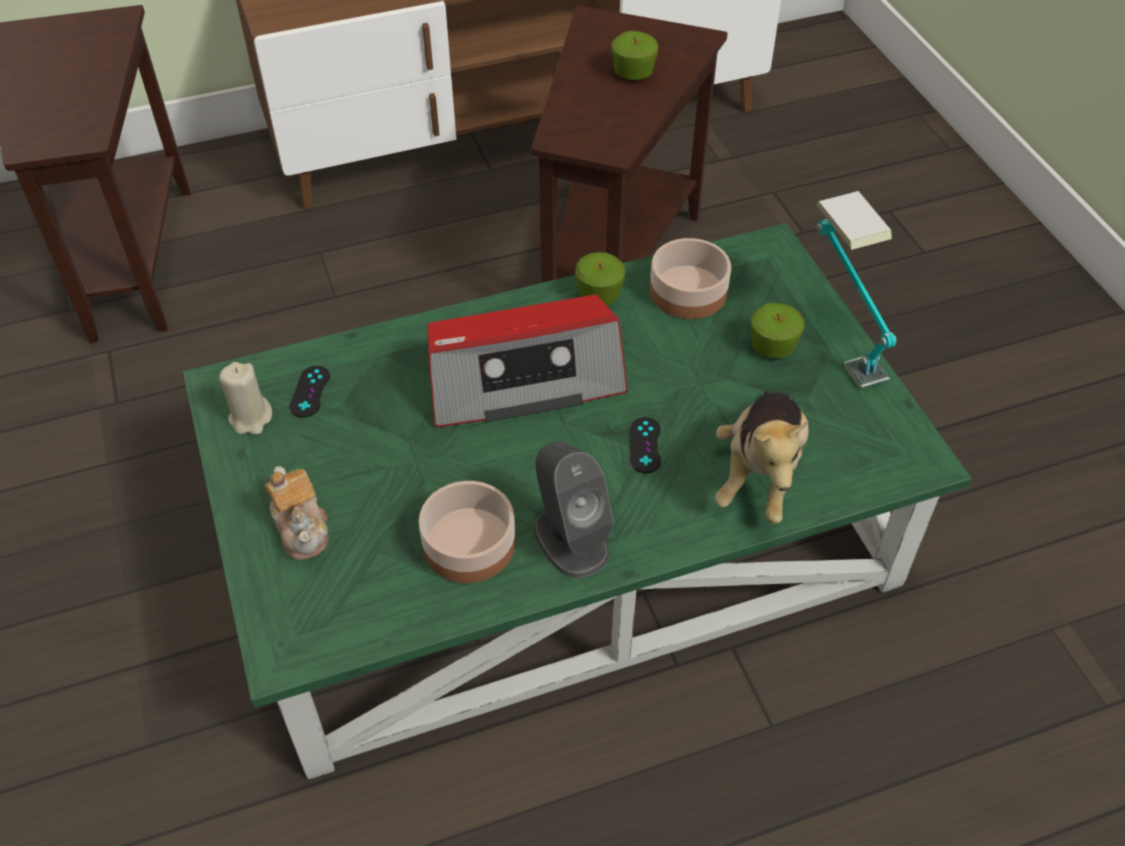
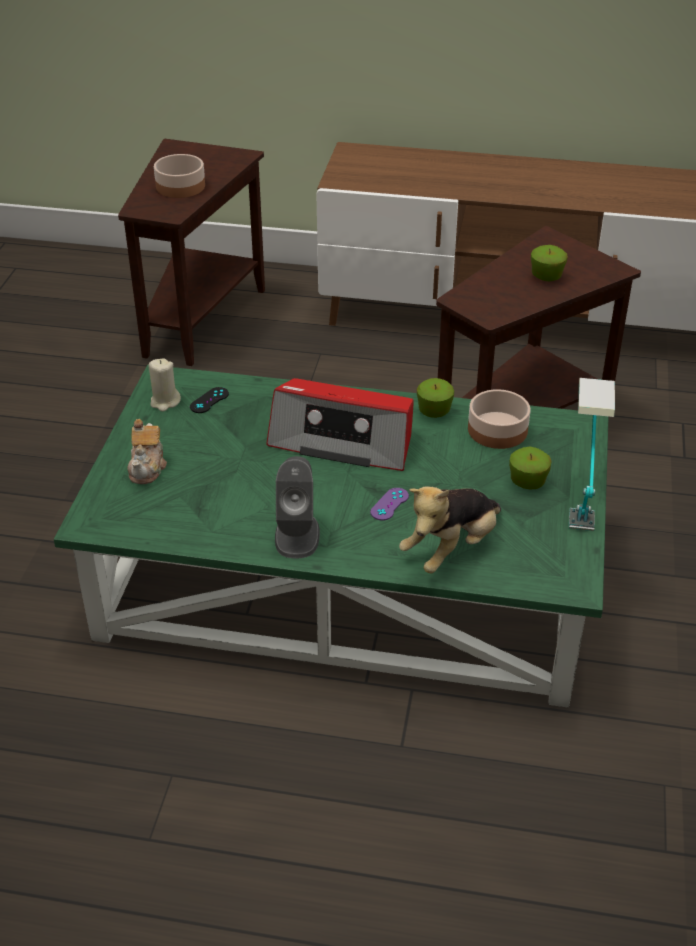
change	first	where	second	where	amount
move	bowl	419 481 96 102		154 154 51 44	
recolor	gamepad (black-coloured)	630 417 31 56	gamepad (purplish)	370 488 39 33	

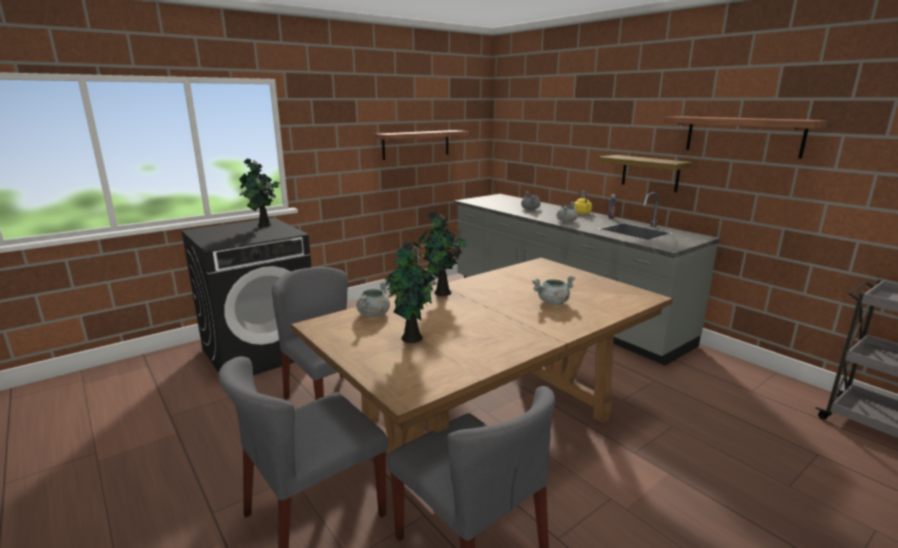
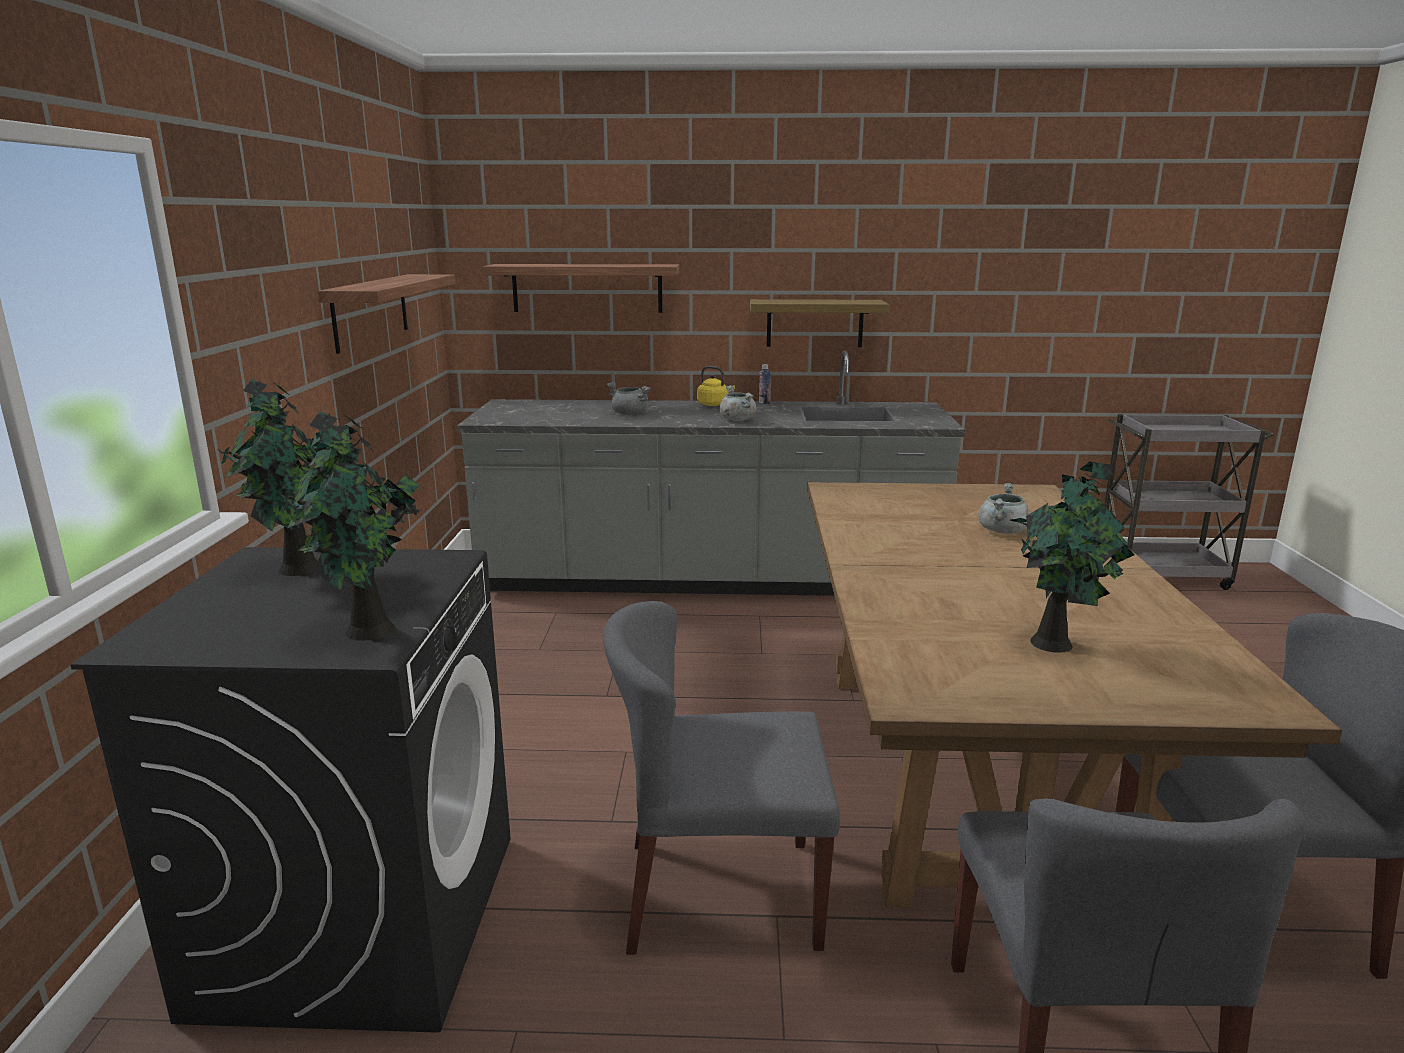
change	first	where	second	where	amount
delete	stockpot (greyish)	356 282 34 35			
move	plant in a pot	418 211 50 85		280 411 140 230	
move	shelf	663 116 164 43		483 264 197 49	

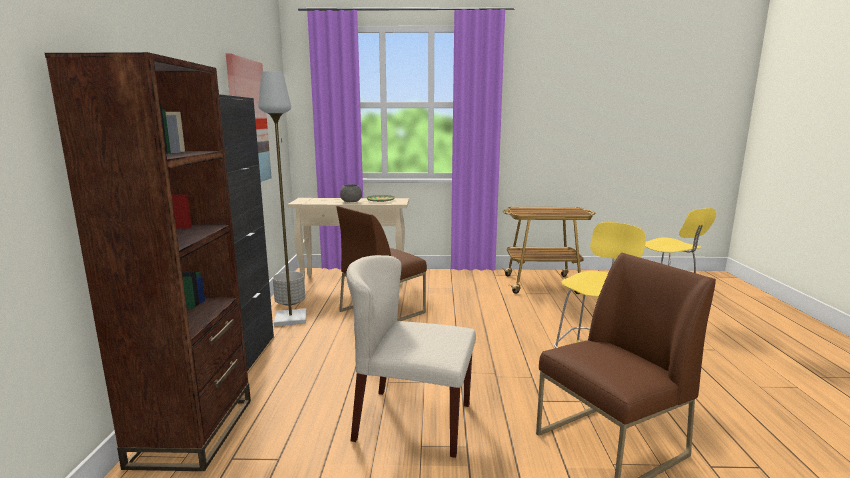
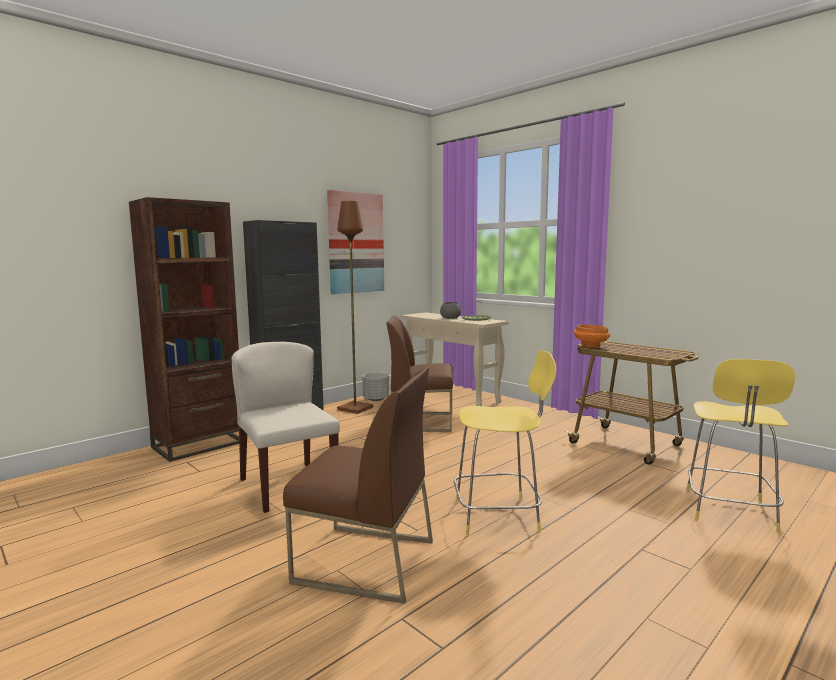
change	first	where	second	where	amount
insert			bowl (orangey)	573 324 37 24	
recolor	standard lamp (greyish)	258 71 49 255	standard lamp (brown-coloured)	337 201 36 213	

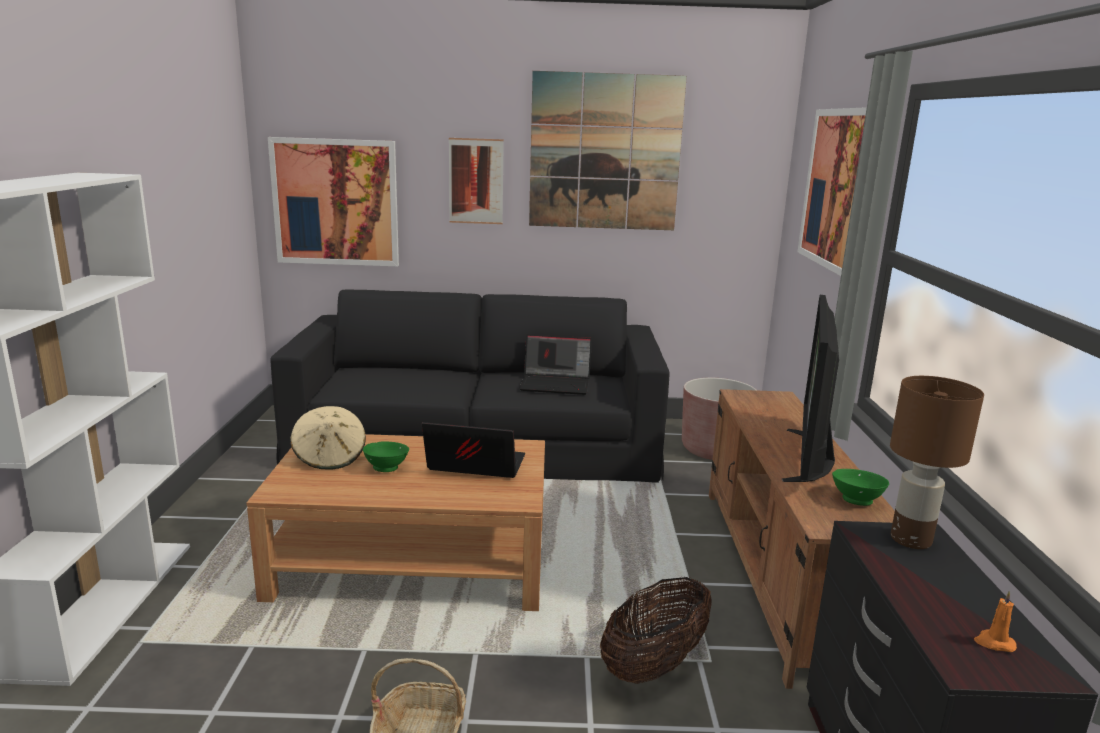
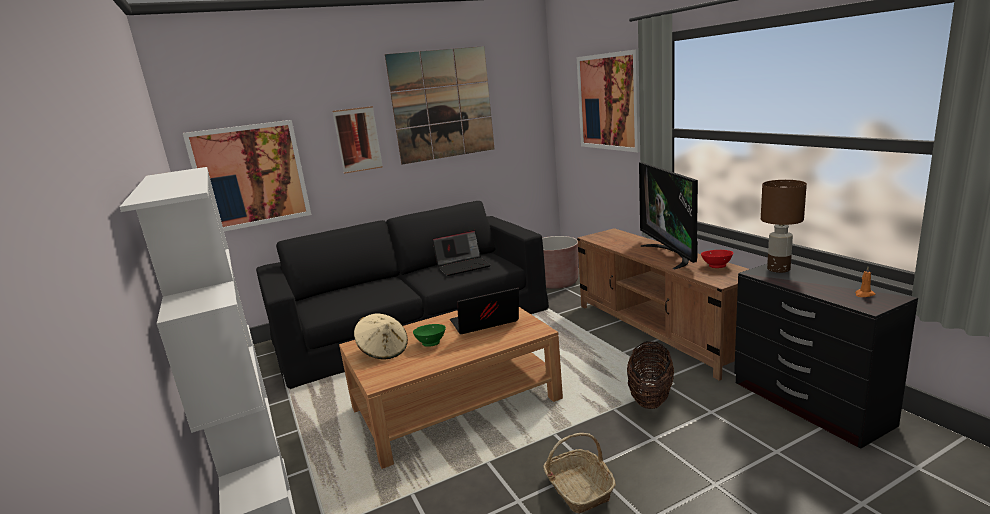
change	first	where	second	where	amount
recolor	bowl (green-coloured)	832 469 57 37	bowl (red-coloured)	701 250 32 18	

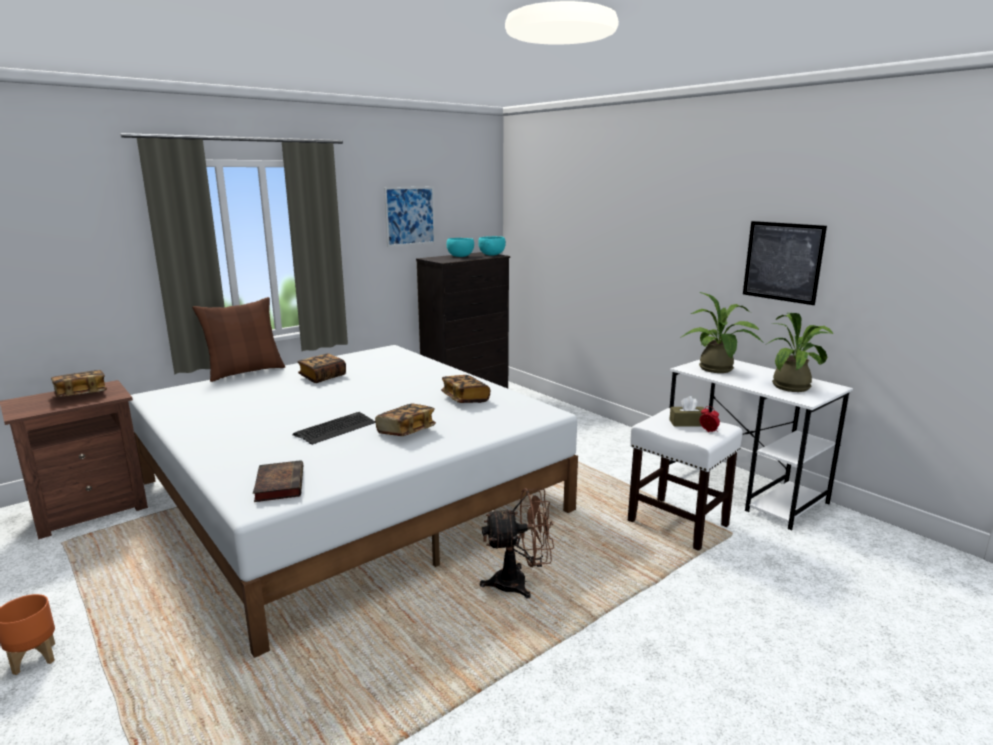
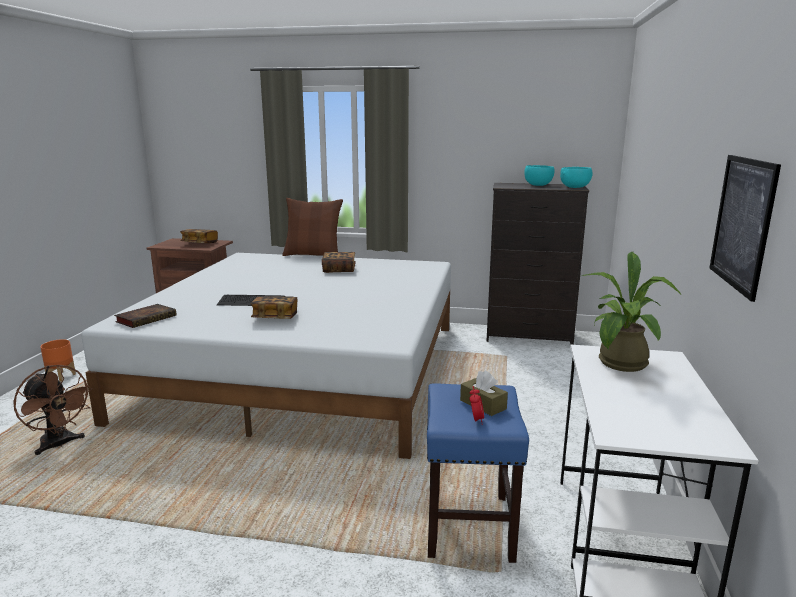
change	first	where	second	where	amount
delete	wall art	384 186 51 61			
delete	book	441 375 49 28			
delete	plant in a pot	765 313 68 79			
move	cooling fan (brown-coloured)	480 488 74 110		13 365 79 90	
recolor	sitting stool (white-coloured)	628 408 115 143	sitting stool (blue-coloured)	427 383 102 180	

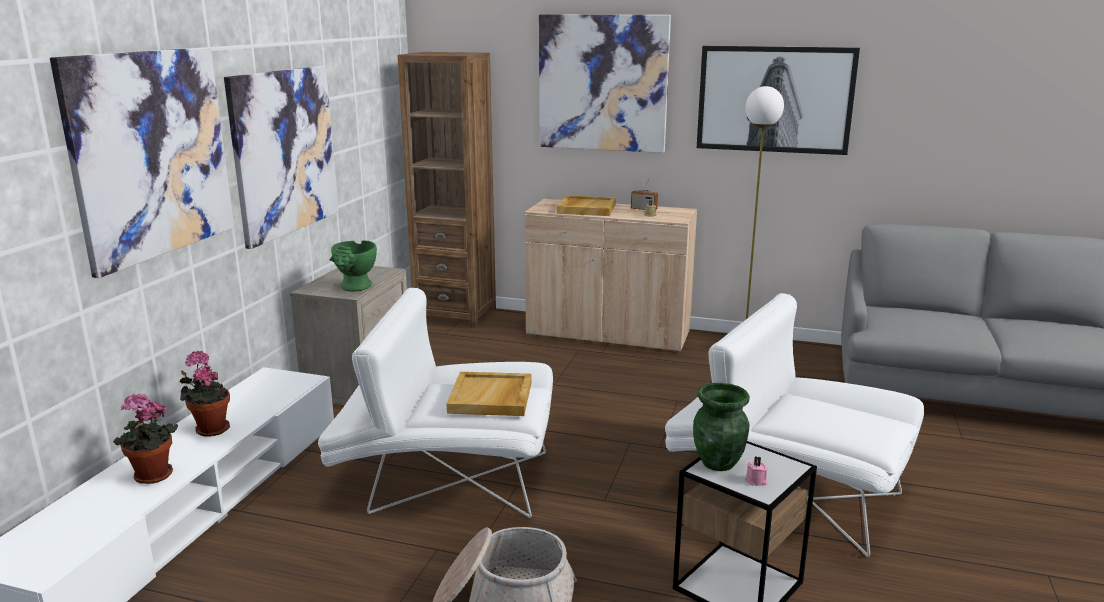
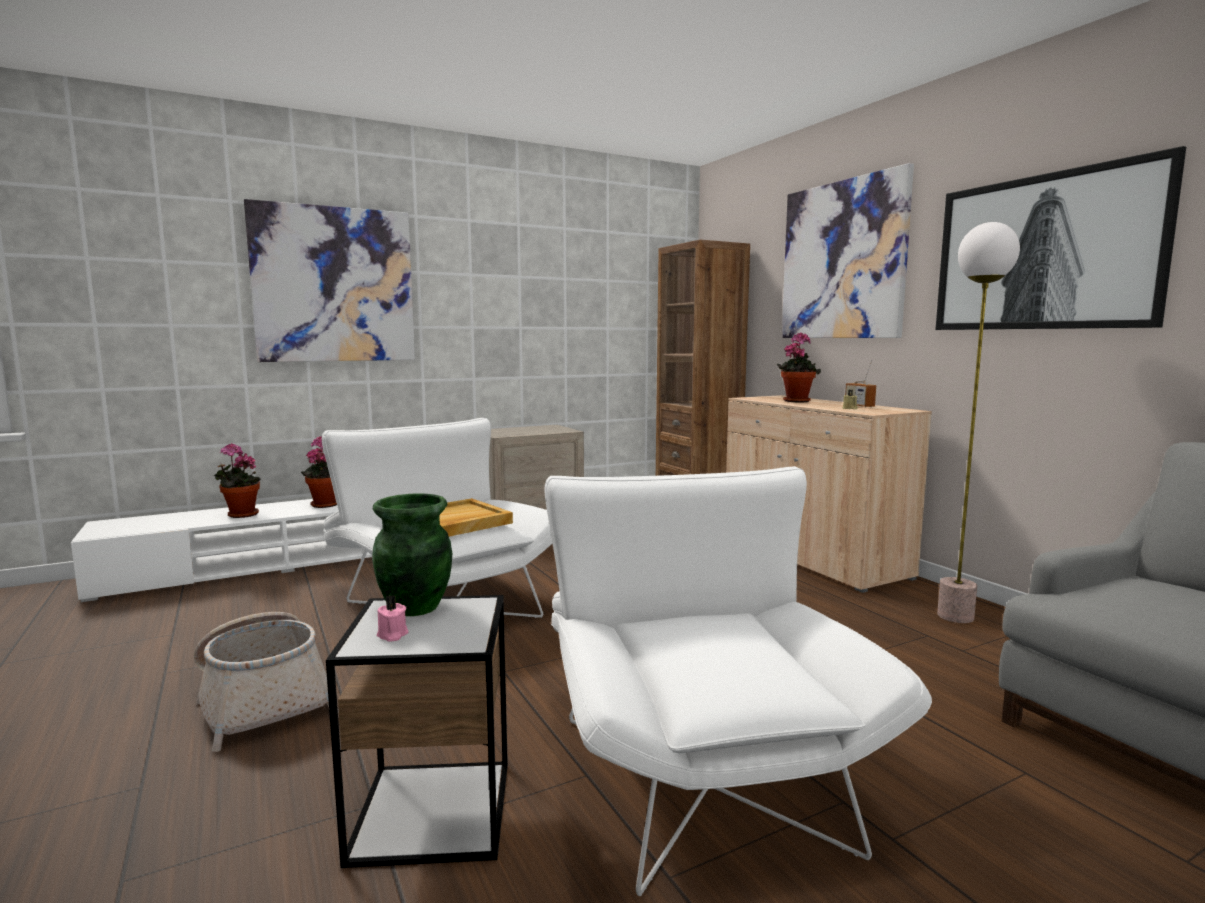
change	first	where	second	where	amount
delete	wall art	224 66 115 183			
delete	vase (green-coloured)	330 240 47 52			
replace	serving tray (beige)	557 195 59 21	plant in a pot	777 332 44 71	

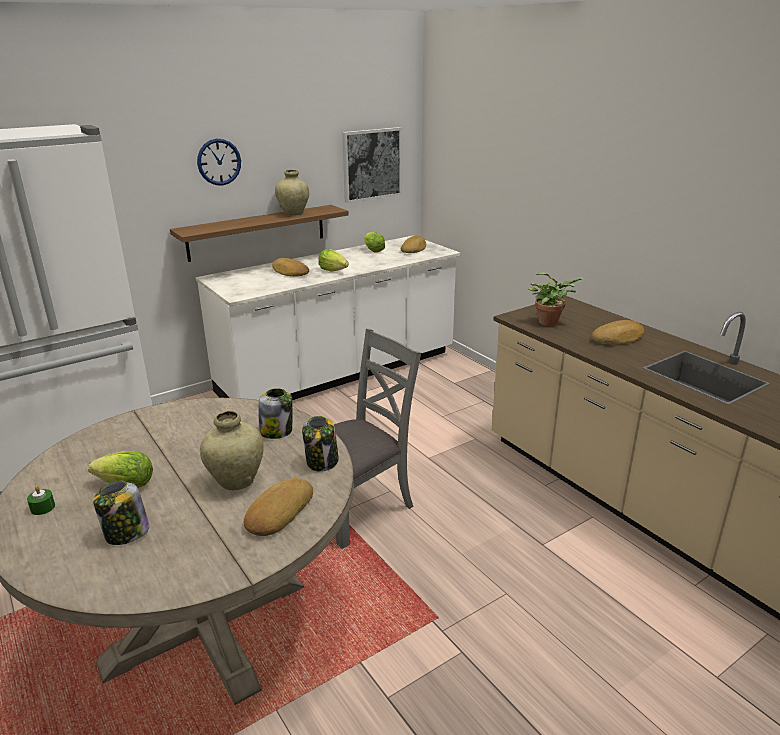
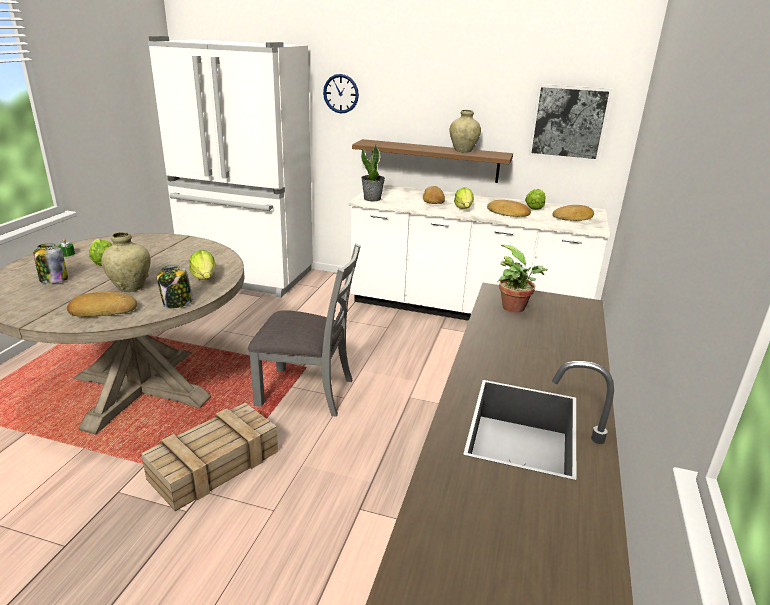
change	first	where	second	where	amount
insert			shipping crate	141 403 137 108	
insert			plant in a pot	361 145 24 56	
move	clock on the wall	197 138 44 48		323 74 36 40	
move	bakery bread	591 320 53 25		487 200 44 17	
replace	storage jar	259 388 34 51	lettuce head	189 250 27 30	

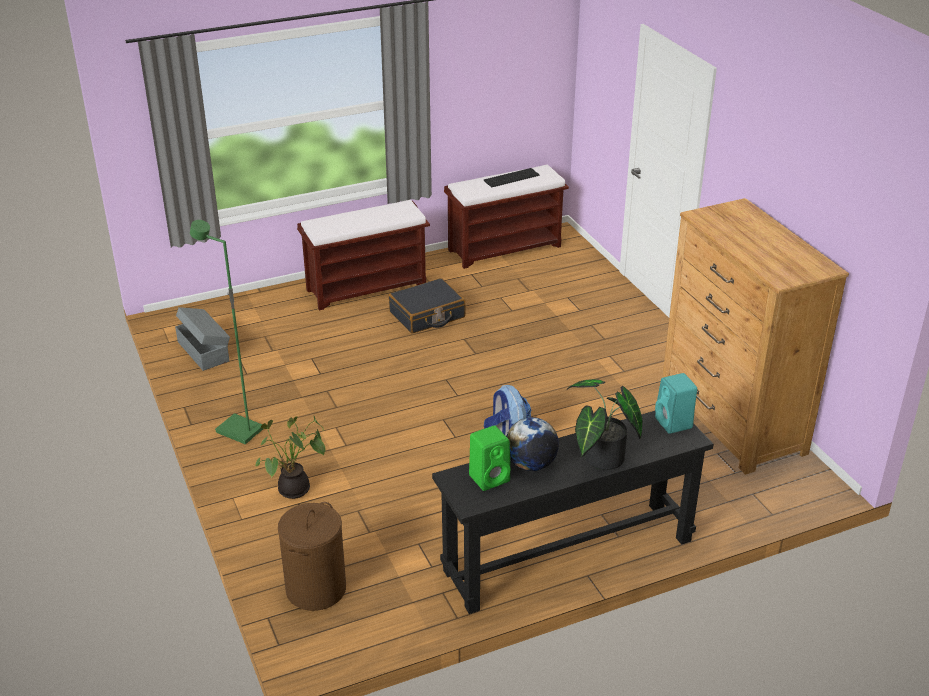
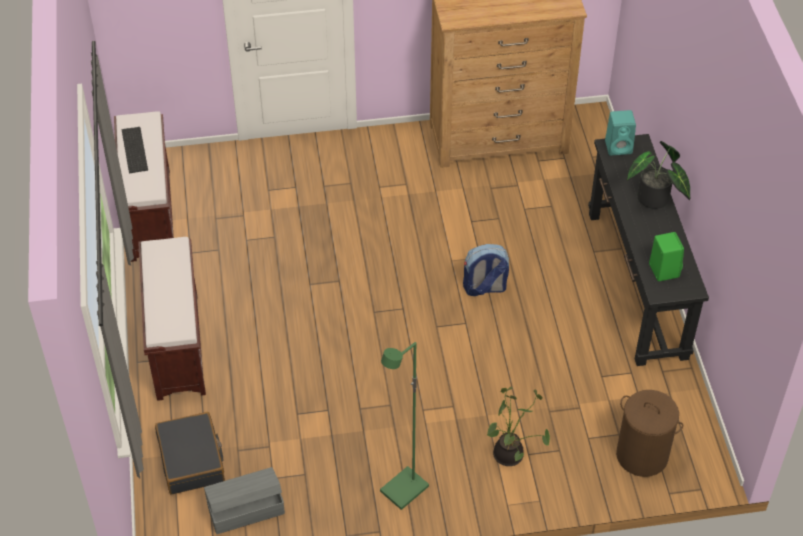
change	first	where	second	where	amount
delete	desk globe	506 417 53 54			
move	piece of luggage (black-coloured)	388 278 77 55		155 412 70 82	

